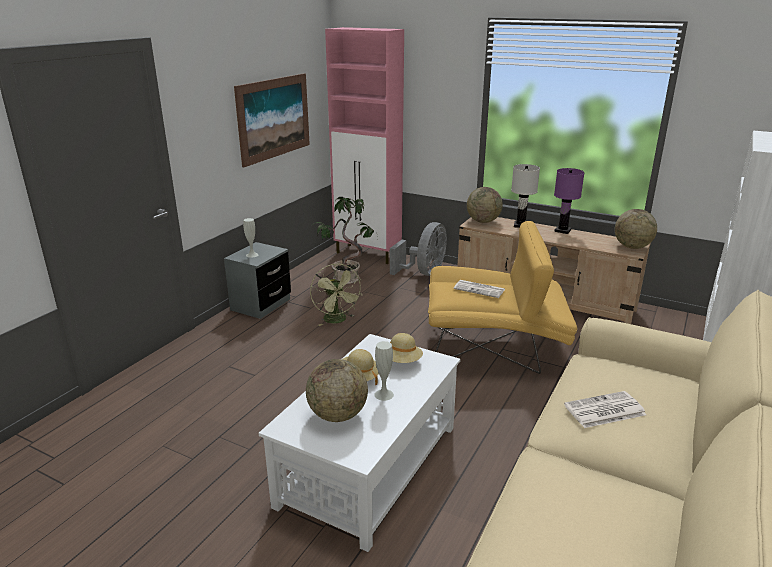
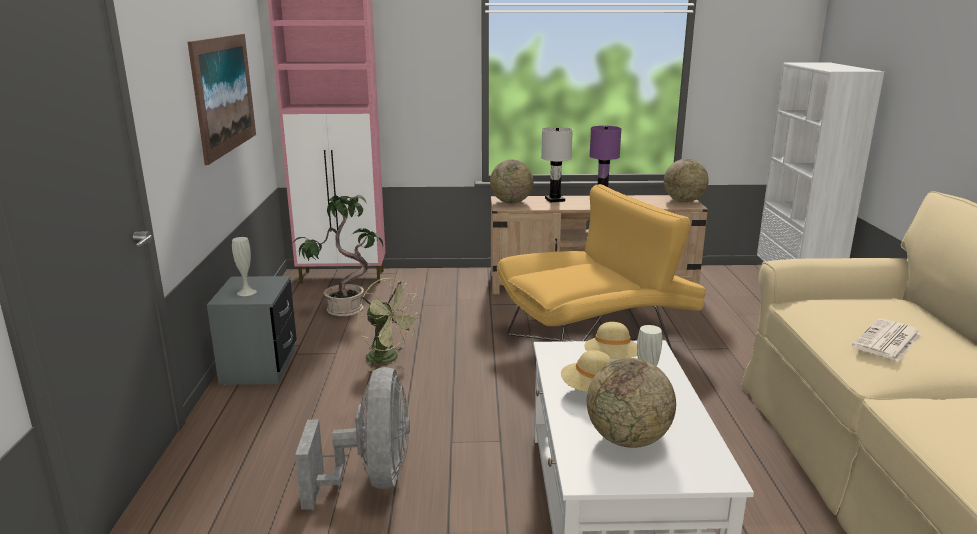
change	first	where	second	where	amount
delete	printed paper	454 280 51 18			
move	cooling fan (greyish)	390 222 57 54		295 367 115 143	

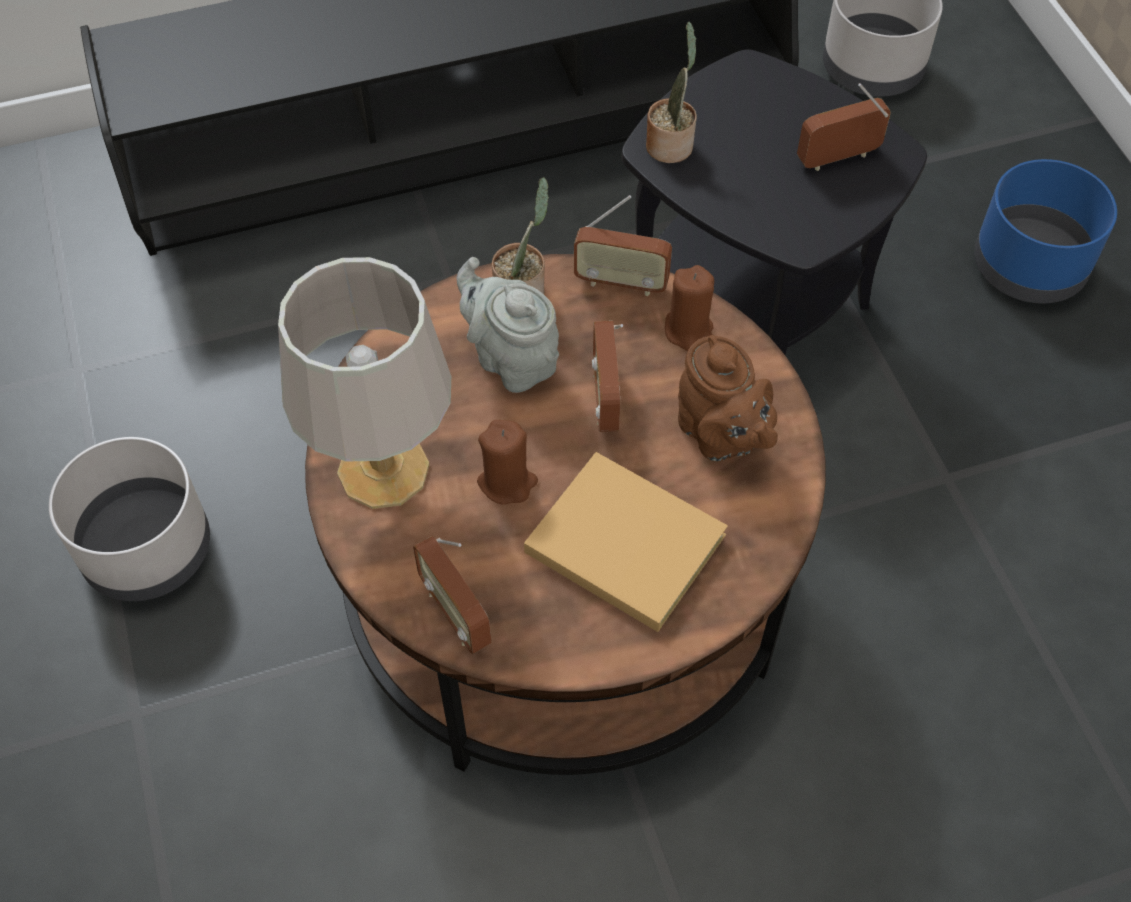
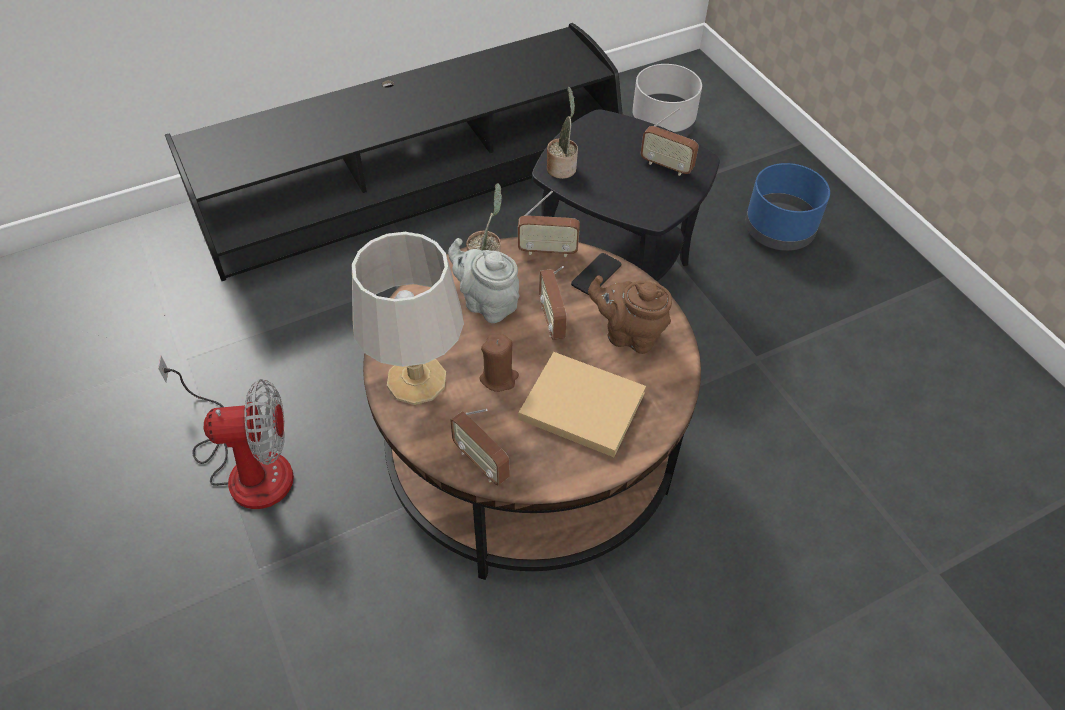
change	first	where	second	where	amount
replace	plant pot (greyish)	49 437 161 164	cooling fan	158 355 136 154	
replace	wax candle (brown-coloured)	665 265 49 86	phone	571 253 50 42	
rotate	teapot (brown-coloured)	678 335 100 127		588 275 84 79	150 degrees clockwise
rotate	radio	797 83 94 88		640 108 59 68	120 degrees counterclockwise

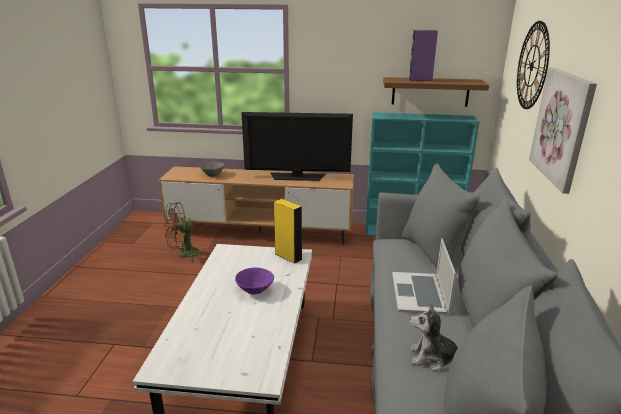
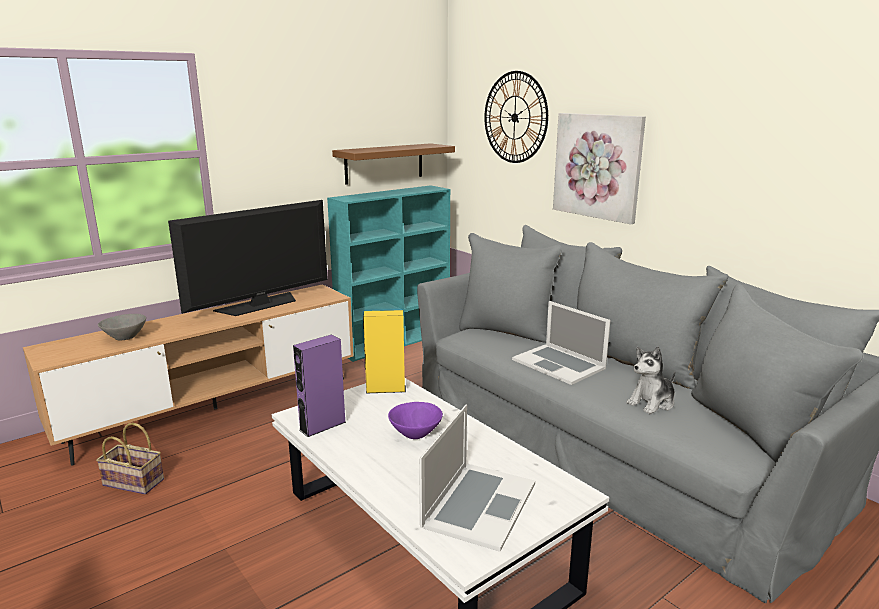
change	first	where	second	where	amount
insert			notebook computer	419 405 116 147	
move	audio speaker (purplish)	409 30 29 51		293 334 53 103	
replace	cooling fan (brown-coloured)	164 202 42 60	household basket	96 422 68 72	

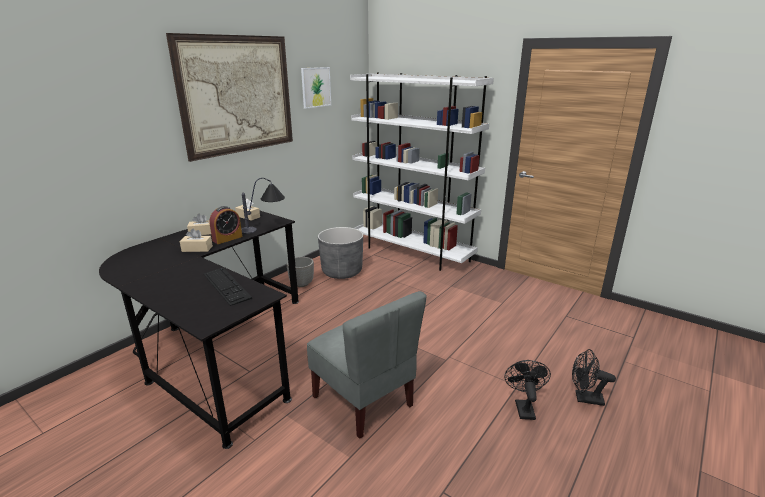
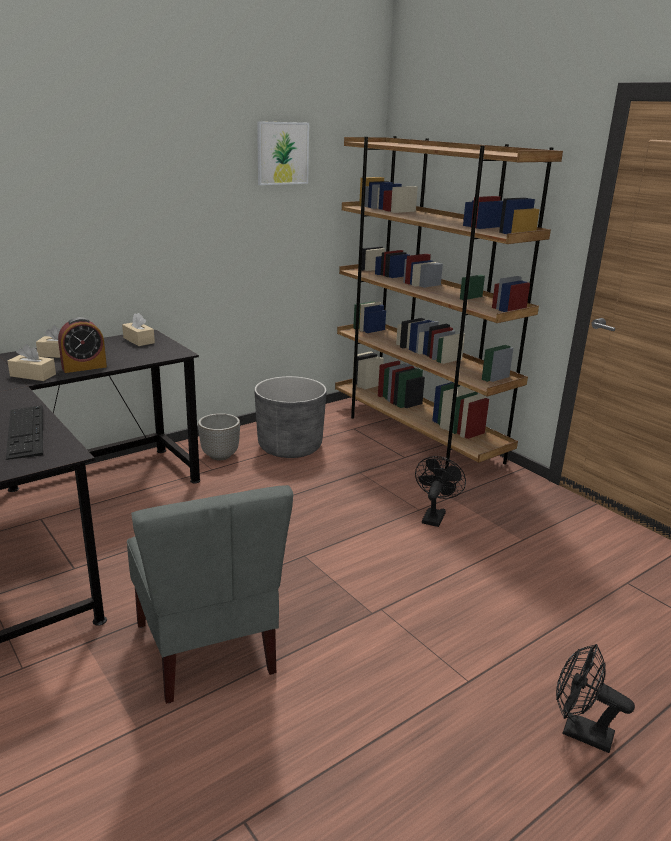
change	first	where	second	where	amount
delete	wall art	166 33 127 129			
delete	tabletop lamp	241 178 44 56			
move	cooling fan (black-coloured)	504 360 47 60		415 456 51 71	
recolor	shelving unit (white-coloured)	350 72 144 199	shelving unit (brown-coloured)	335 136 228 333	

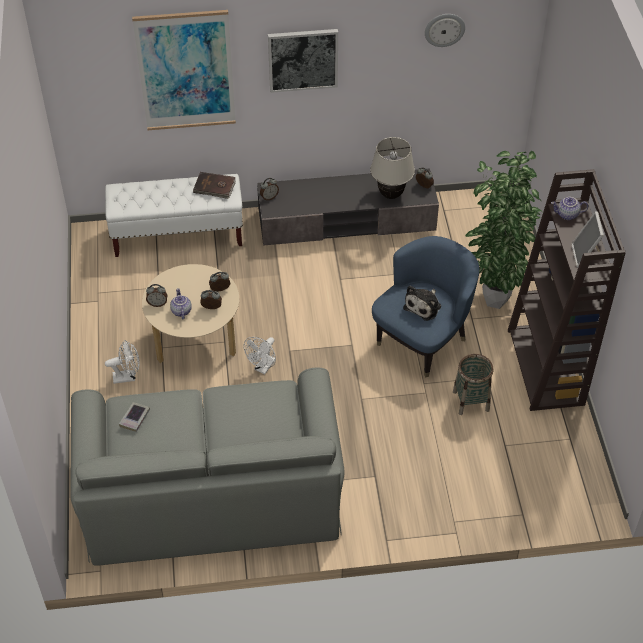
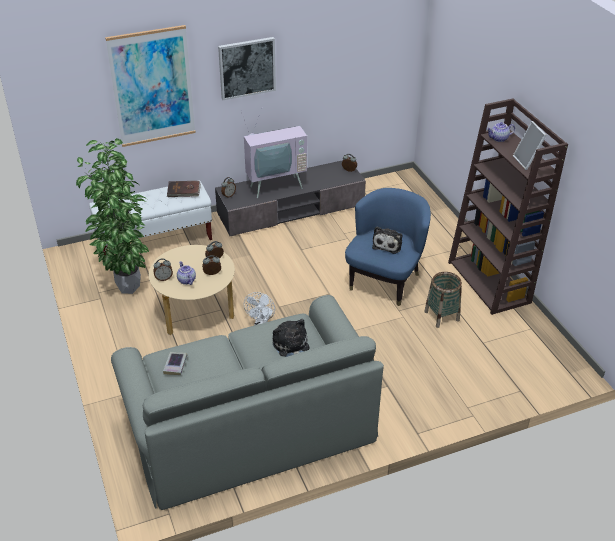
change	first	where	second	where	amount
delete	cooling fan (white-coloured)	105 340 35 44			
delete	tabletop lamp (beige)	370 137 45 62			
delete	clock on the wall	425 14 40 33			
insert			television	244 114 63 84	
insert			cuddly toy	273 319 36 38	
move	plant in a pot	465 151 77 158		76 138 73 156	

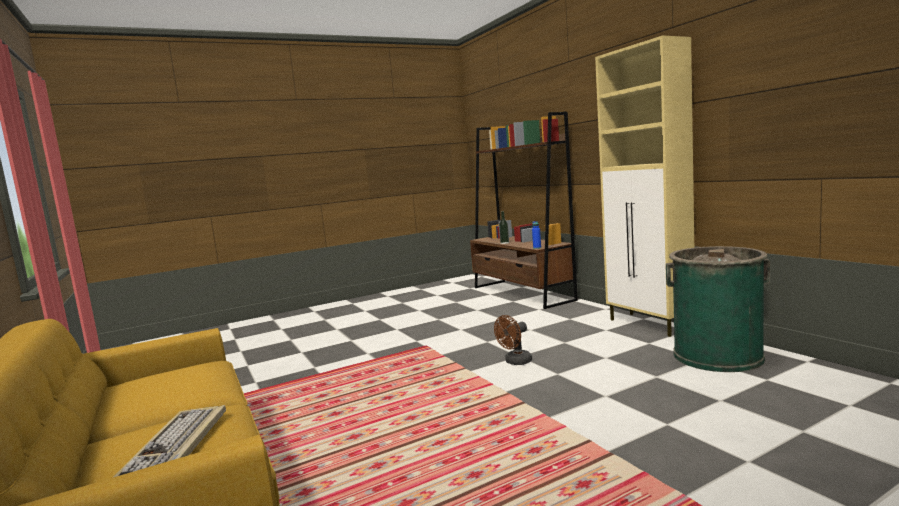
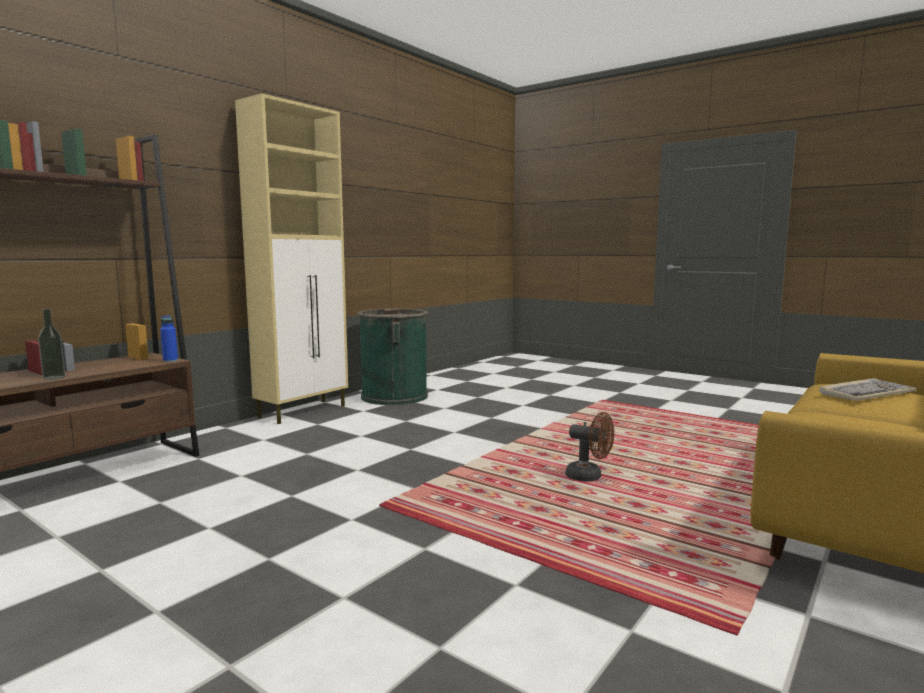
change	first	where	second	where	amount
move	cooling fan (brown-coloured)	494 315 38 50		566 412 49 70	

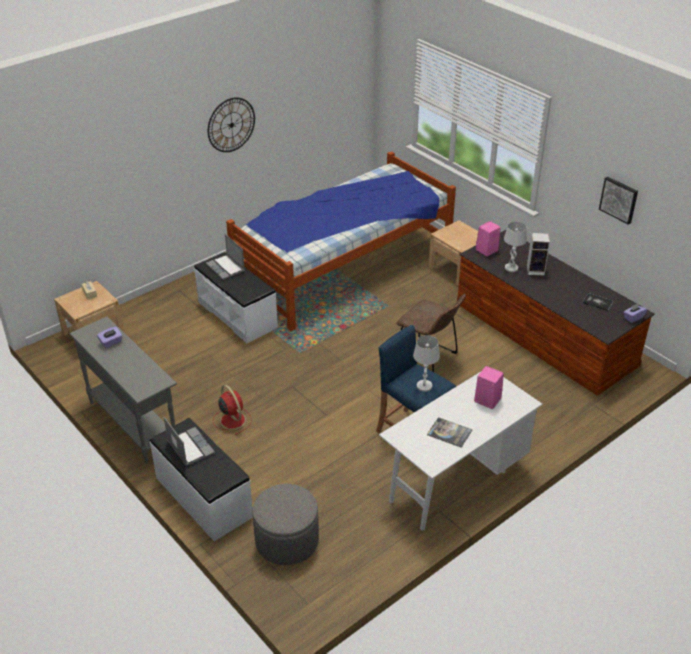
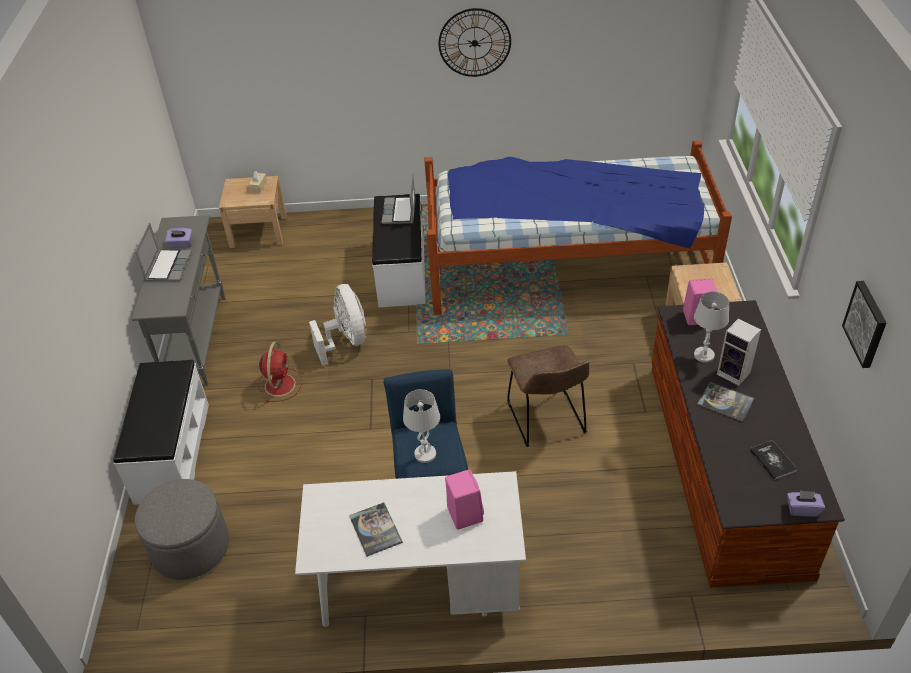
change	first	where	second	where	amount
insert			cooling fan (white-coloured)	309 284 57 82	
insert			book	697 382 57 40	
move	notebook computer	164 417 51 49		135 223 57 58	

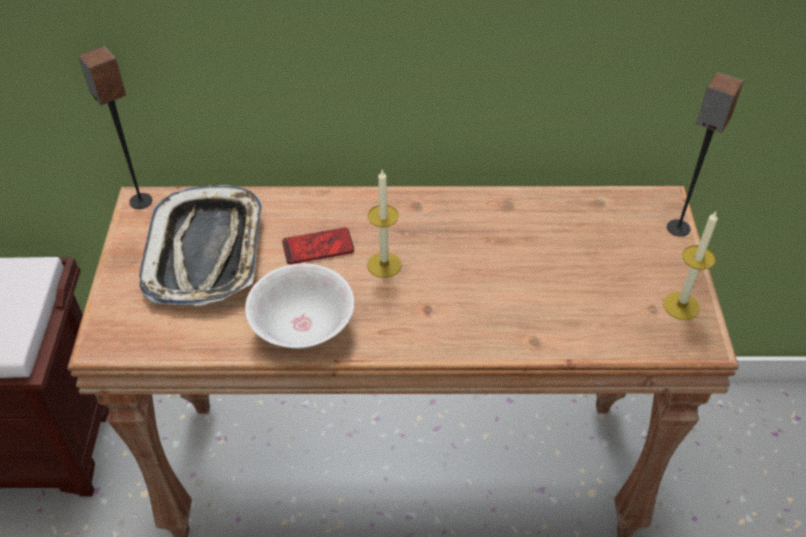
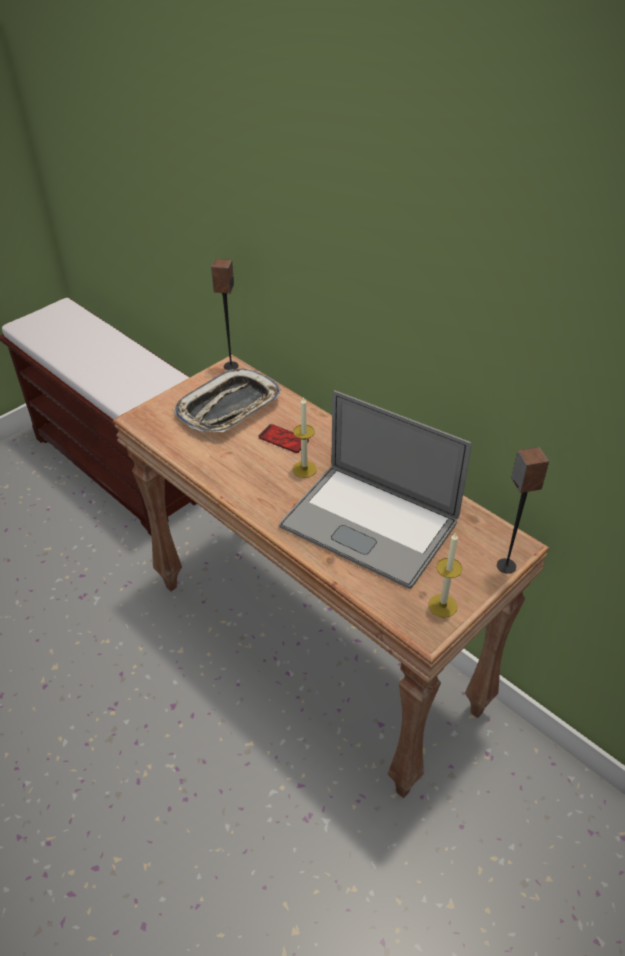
change	first	where	second	where	amount
delete	bowl (white-coloured)	245 263 109 86			
insert			notebook computer	279 390 193 199	

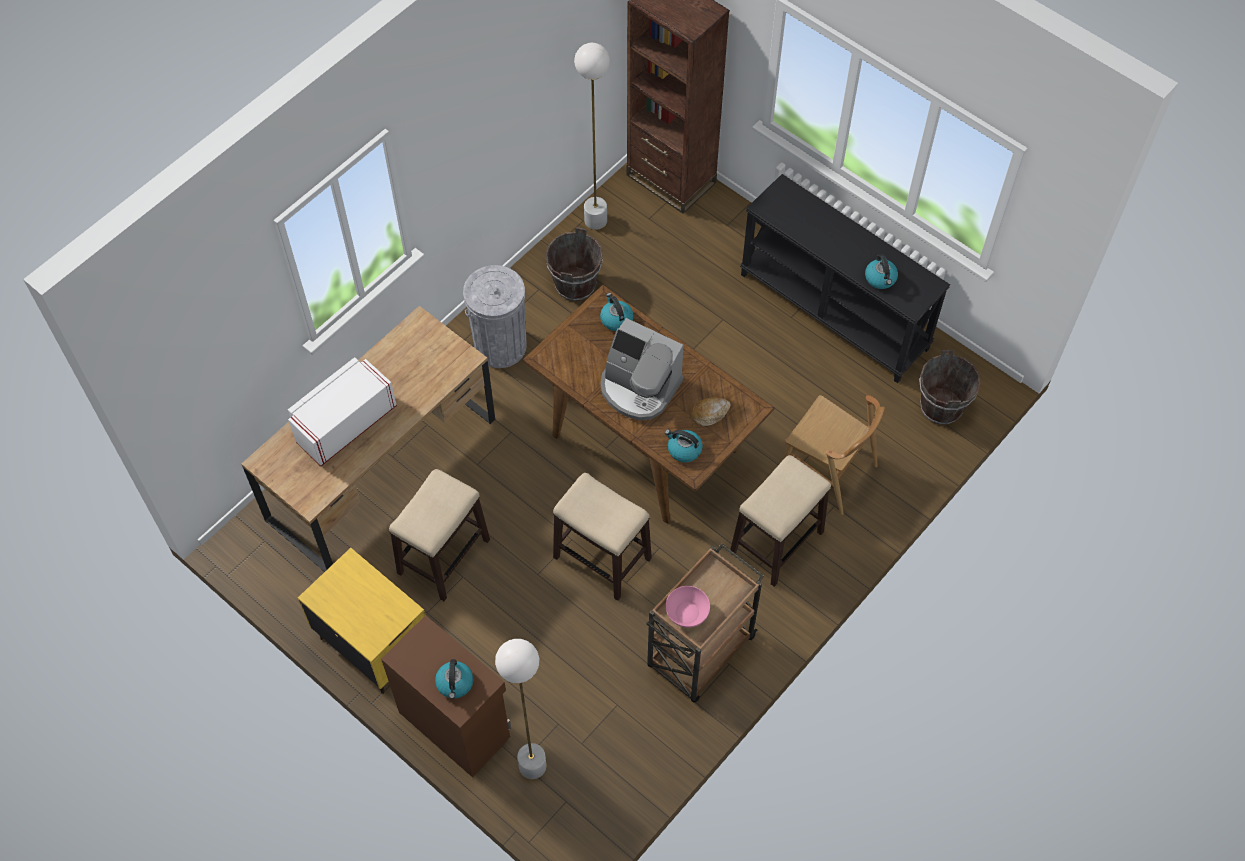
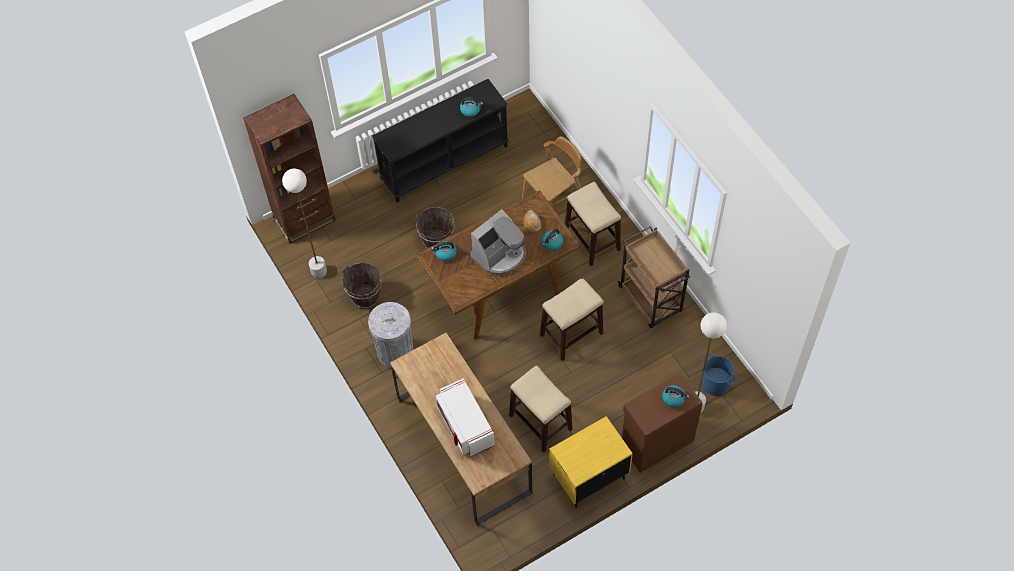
change	first	where	second	where	amount
delete	bowl (pink-coloured)	666 586 44 42			
insert			water bucket (blue-coloured)	701 351 38 45	
move	water bucket (brown-coloured)	919 350 62 75		415 206 40 42	

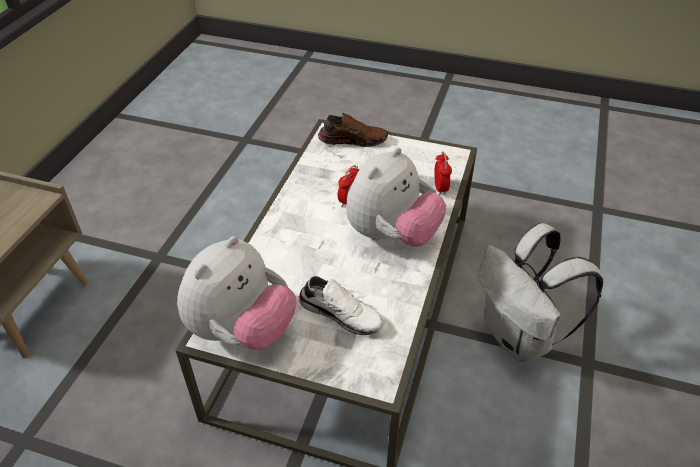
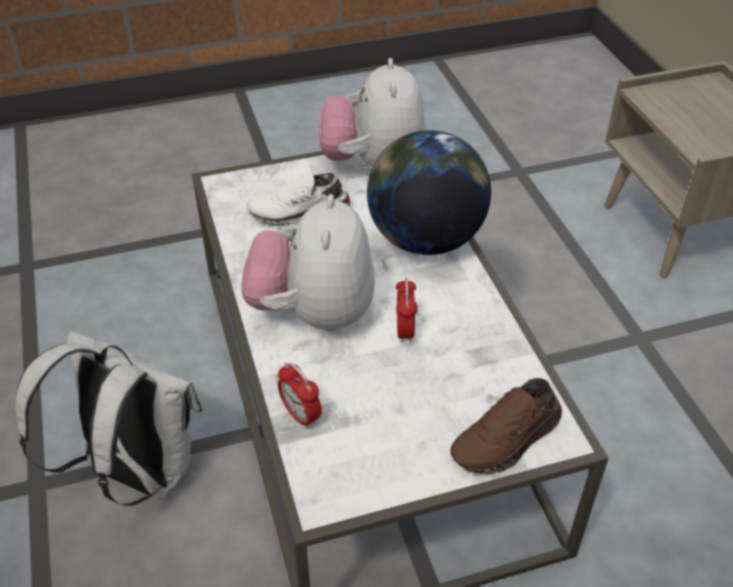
change	first	where	second	where	amount
insert			desk globe	367 130 124 125	

